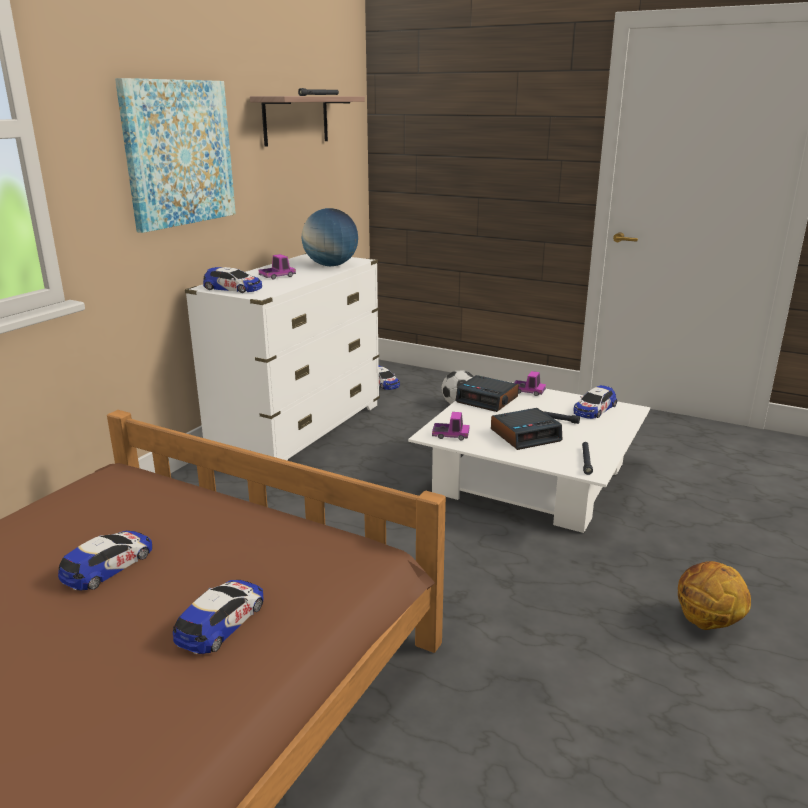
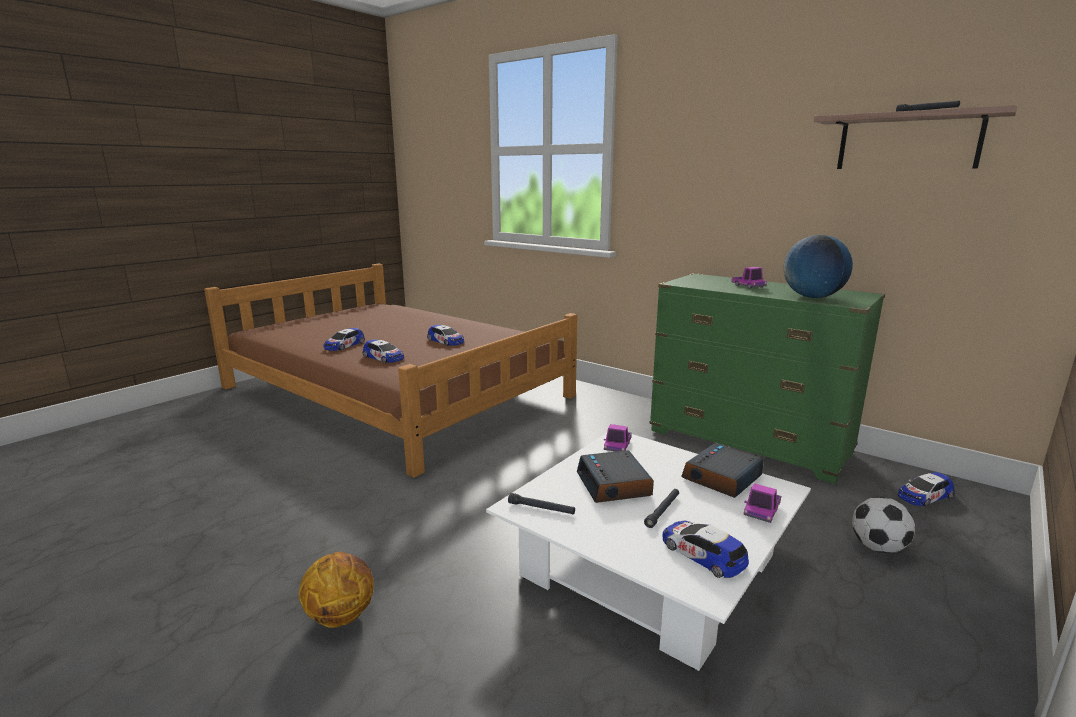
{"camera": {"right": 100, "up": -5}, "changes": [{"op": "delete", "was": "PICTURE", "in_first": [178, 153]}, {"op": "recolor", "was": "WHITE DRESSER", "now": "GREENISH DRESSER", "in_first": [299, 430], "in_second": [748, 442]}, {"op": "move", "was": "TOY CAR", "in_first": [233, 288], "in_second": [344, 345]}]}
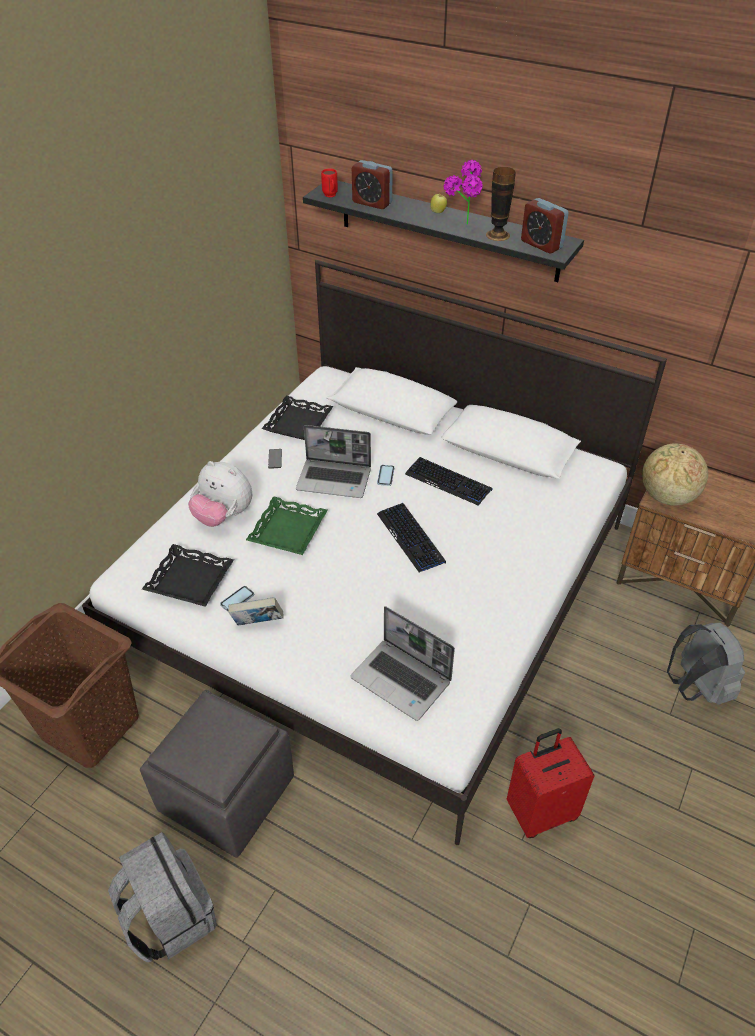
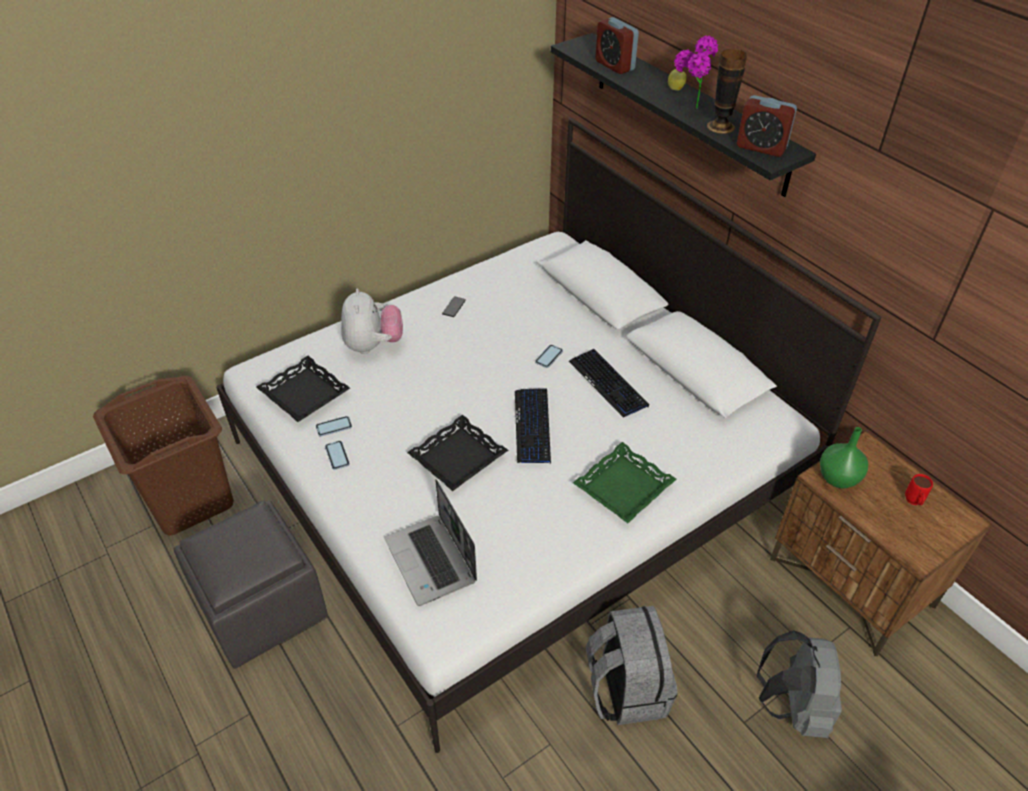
{"camera": {"right": 25, "up": 0}, "changes": [{"op": "move", "was": "REDDISH MUG", "in_first": [331, 196], "in_second": [913, 503]}, {"op": "rotate", "was": "TABLE CLOCK", "in_first": [541, 244], "in_second": [761, 147], "clockwise": -45}, {"op": "move", "was": "BLACK CARRYING TRAY", "in_first": [299, 423], "in_second": [458, 458]}, {"op": "delete", "was": "PORTABLE COMPUTER", "in_first": [335, 479]}, {"op": "replace", "was": "GLOBE", "now": "GREENISH DECORATIVE VASE", "in_first": [666, 496], "in_second": [836, 478]}, {"op": "rotate", "was": "CUDDLY TOY", "in_first": [224, 515], "in_second": [373, 345], "clockwise": -150}, {"op": "move", "was": "GREENISH CARRYING TRAY", "in_first": [287, 530], "in_second": [623, 486]}, {"op": "replace", "was": "BOOK", "now": "TELEPHONE", "in_first": [258, 624], "in_second": [337, 456]}, {"op": "delete", "was": "REDDISH SUITCASE", "in_first": [541, 811]}, {"op": "move", "was": "GREYISH KNAPSACK", "in_first": [170, 916], "in_second": [626, 688]}]}
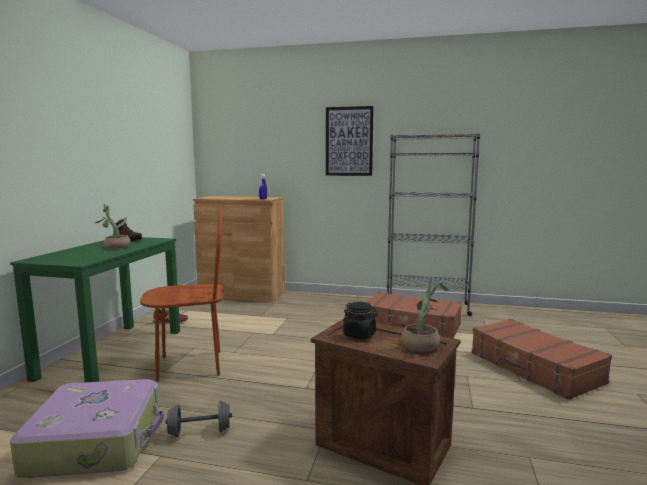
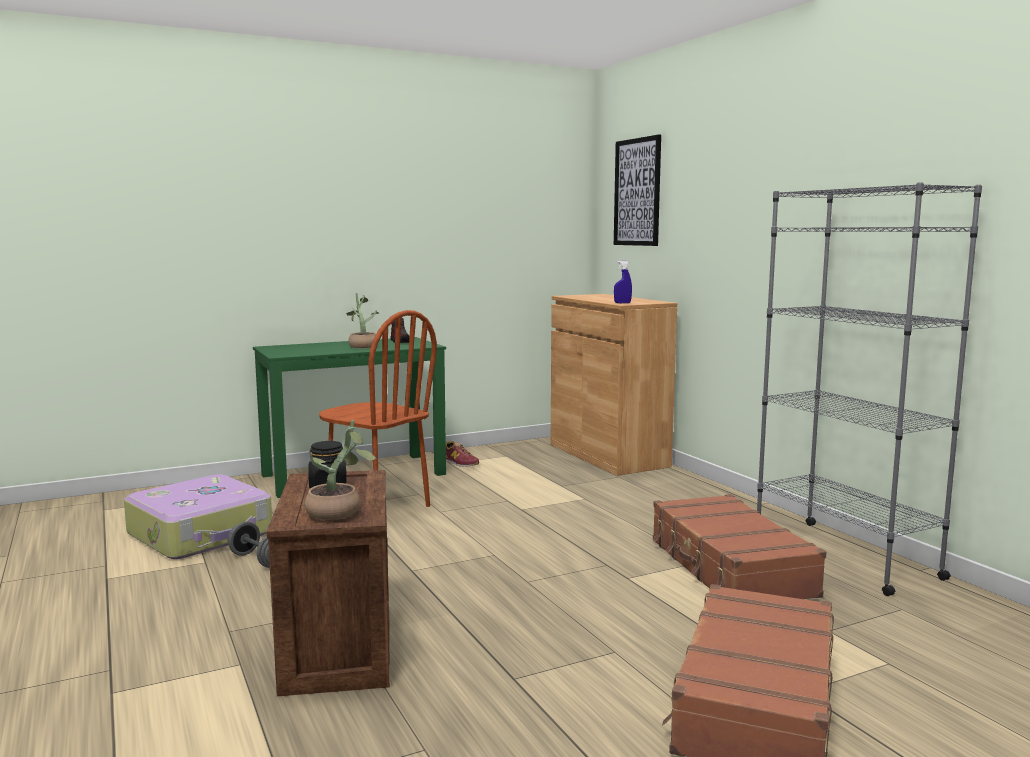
{"camera": {"right": 50, "up": 0}, "changes": [{"op": "move", "was": "PICTURE", "in_first": [349, 141], "in_second": [637, 192]}]}
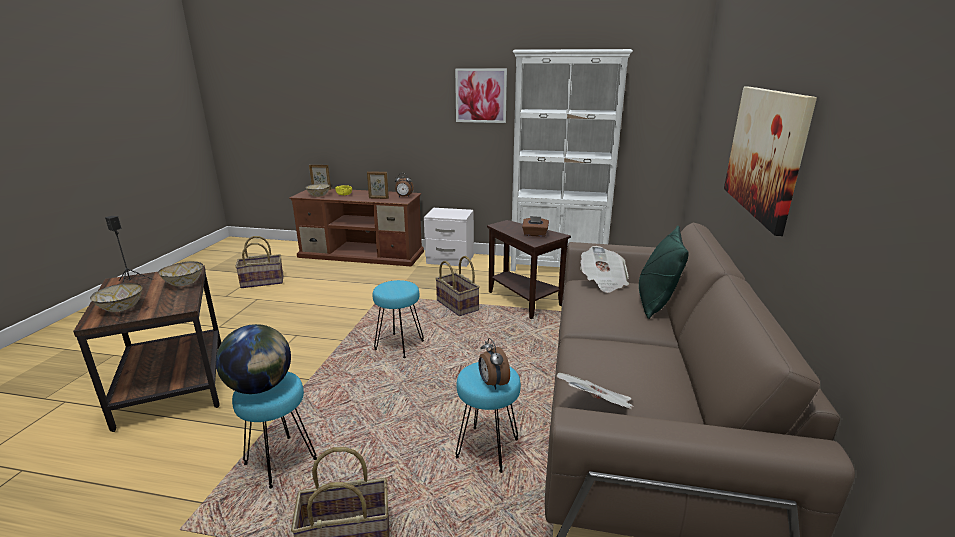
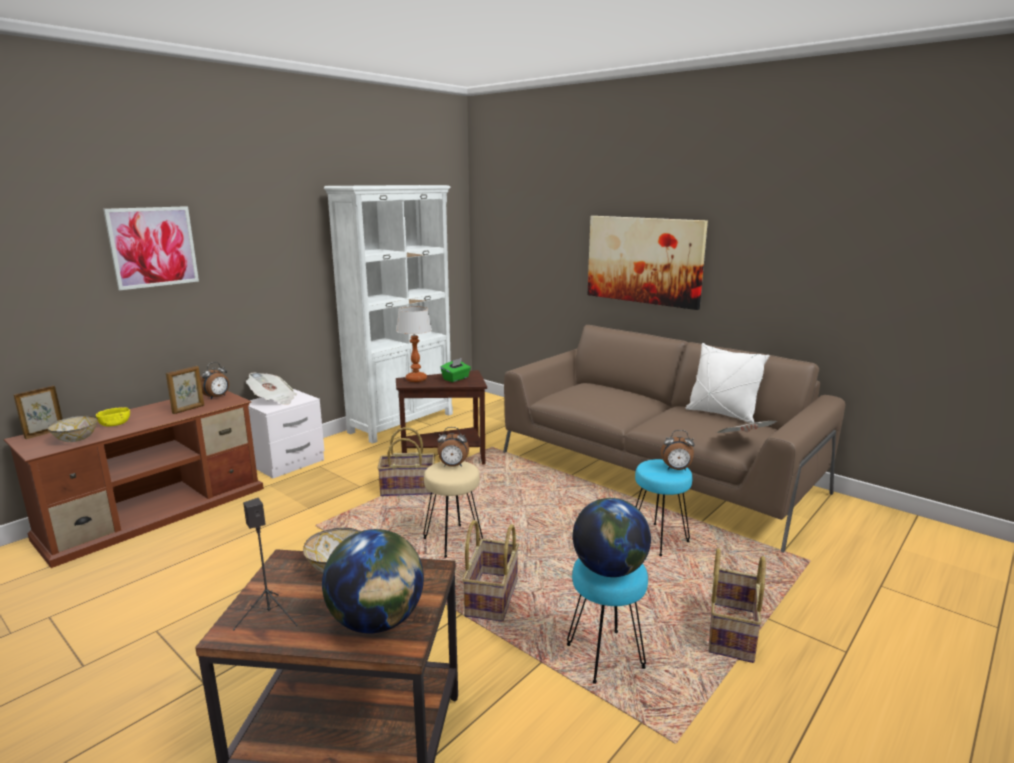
{"camera": {"right": -60, "up": -5}, "changes": [{"op": "move", "was": "PICTURE", "in_first": [481, 95], "in_second": [153, 247]}, {"op": "recolor", "was": "BROWN-COLOURED BOX OF TISSUES", "now": "GREENISH BOX OF TISSUES", "in_first": [535, 234], "in_second": [456, 379]}, {"op": "delete", "was": "GREENISH PILLOW", "in_first": [655, 303]}, {"op": "move", "was": "STORAGE BASKET", "in_first": [262, 281], "in_second": [491, 597]}, {"op": "move", "was": "DAILY PAPER", "in_first": [603, 282], "in_second": [273, 400]}, {"op": "recolor", "was": "TURQUOISE-COLOURED STOOL", "now": "BEIGE-COLOURED STOOL", "in_first": [399, 346], "in_second": [454, 541]}, {"op": "replace", "was": "SERVING BOWL", "now": "GLOBE", "in_first": [121, 308], "in_second": [377, 621]}, {"op": "insert", "now": "TABLE LAMP", "in_second": [416, 379]}, {"op": "insert", "now": "WHITE PILLOW", "in_second": [721, 414]}, {"op": "insert", "now": "TABLE CLOCK", "in_second": [453, 466]}]}
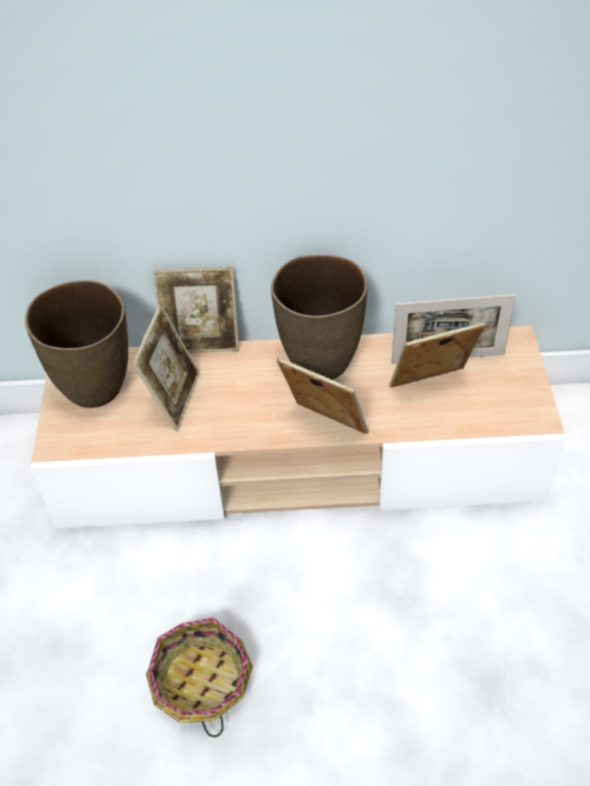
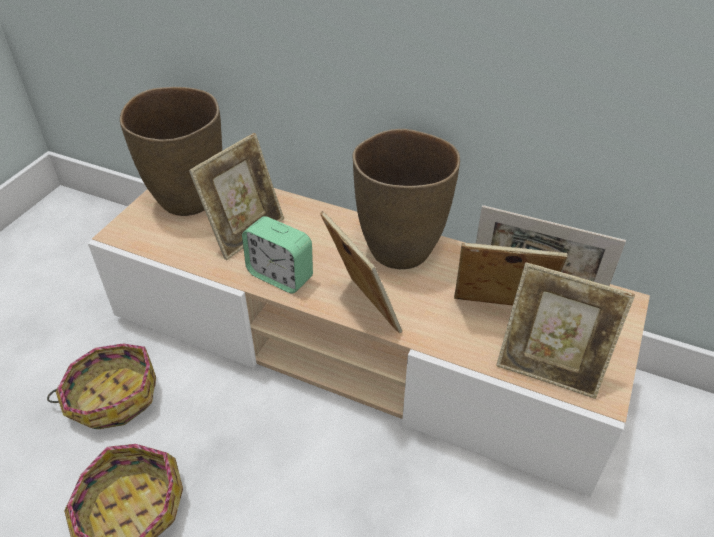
{"camera": {"right": 25, "up": -5}, "changes": [{"op": "move", "was": "PHOTO FRAME", "in_first": [202, 342], "in_second": [549, 368]}, {"op": "insert", "now": "TABLE CLOCK", "in_second": [280, 276]}, {"op": "insert", "now": "STORAGE BASKET", "in_second": [112, 396]}]}
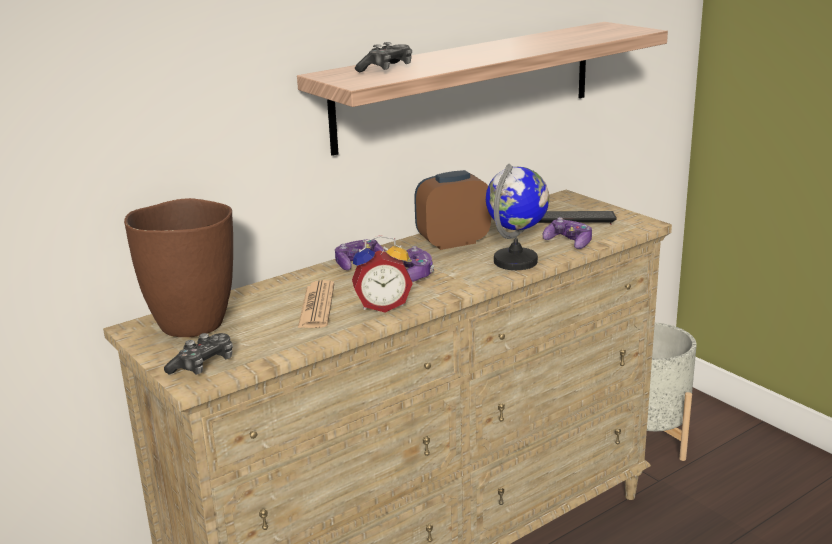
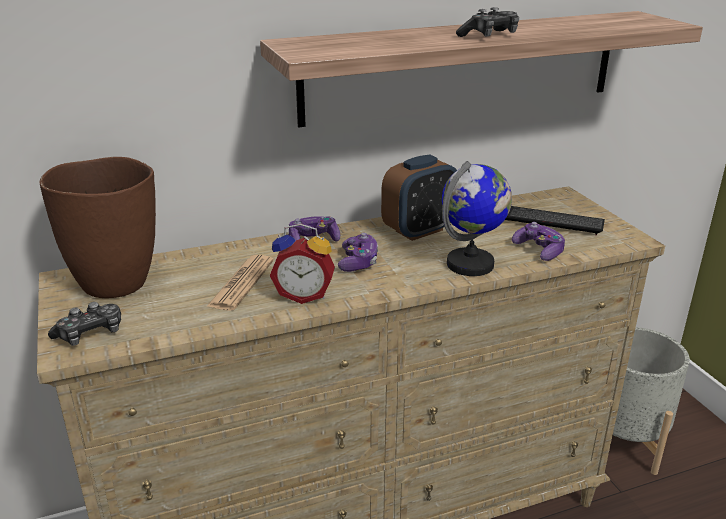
{"camera": {"right": 15, "up": 5}, "changes": [{"op": "move", "was": "GAMEPAD", "in_first": [386, 69], "in_second": [489, 36]}, {"op": "rotate", "was": "TABLE CLOCK", "in_first": [453, 242], "in_second": [419, 230], "clockwise": 150}]}
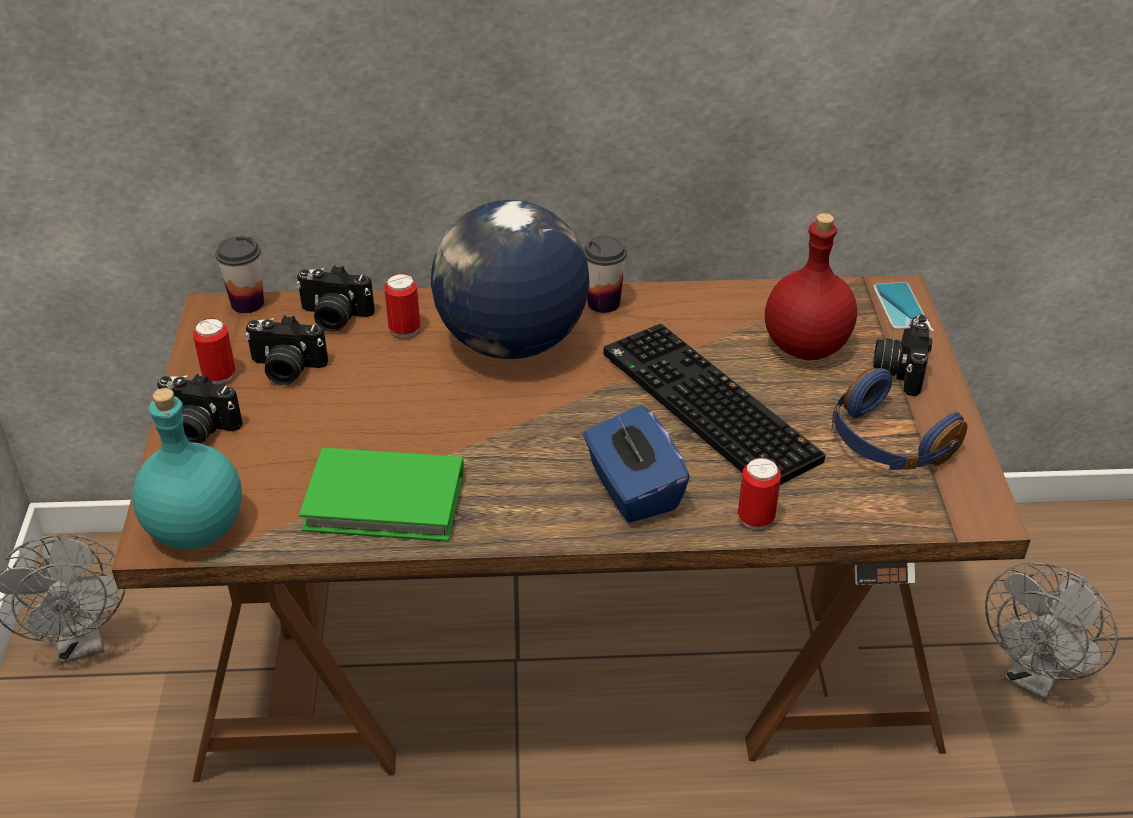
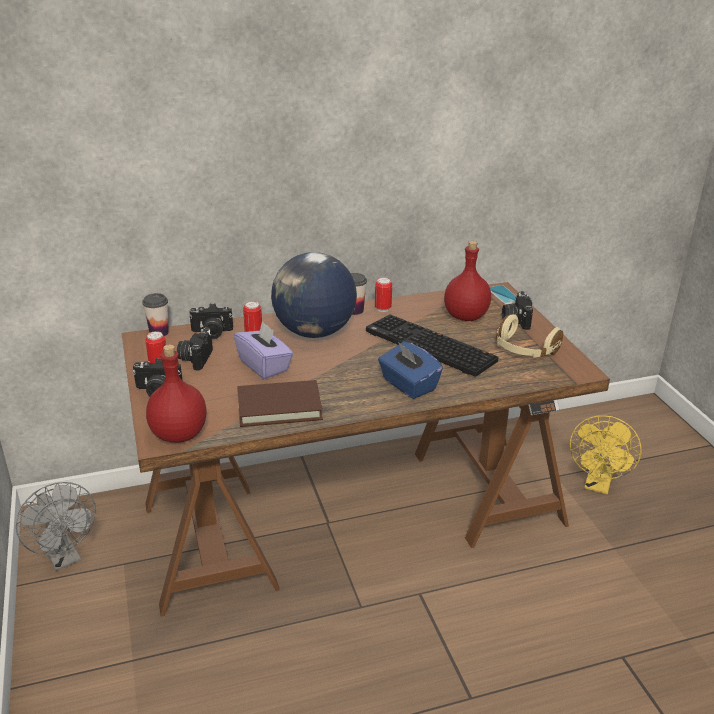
{"camera": {"right": -15, "up": -10}, "changes": [{"op": "rotate", "was": "PHOTO CAMERA", "in_first": [286, 369], "in_second": [195, 358], "clockwise": 105}, {"op": "recolor", "was": "BLUE HEADSET", "now": "BEIGE-COLOURED HEADSET", "in_first": [887, 443], "in_second": [524, 350]}, {"op": "recolor", "was": "TURQUOISE-COLOURED DRINK BOTTLE", "now": "REDDISH DRINK BOTTLE", "in_first": [197, 530], "in_second": [180, 435]}, {"op": "recolor", "was": "GREENISH BOOK", "now": "BROWN-COLOURED BOOK", "in_first": [385, 500], "in_second": [279, 407]}, {"op": "move", "was": "CAN", "in_first": [755, 519], "in_second": [383, 308]}, {"op": "recolor", "was": "GREYISH ELECTRIC FAN", "now": "YELLOWISH ELECTRIC FAN", "in_first": [1034, 677], "in_second": [598, 485]}, {"op": "insert", "now": "PURPLE-COLOURED BOX OF TISSUES", "in_second": [264, 366]}]}
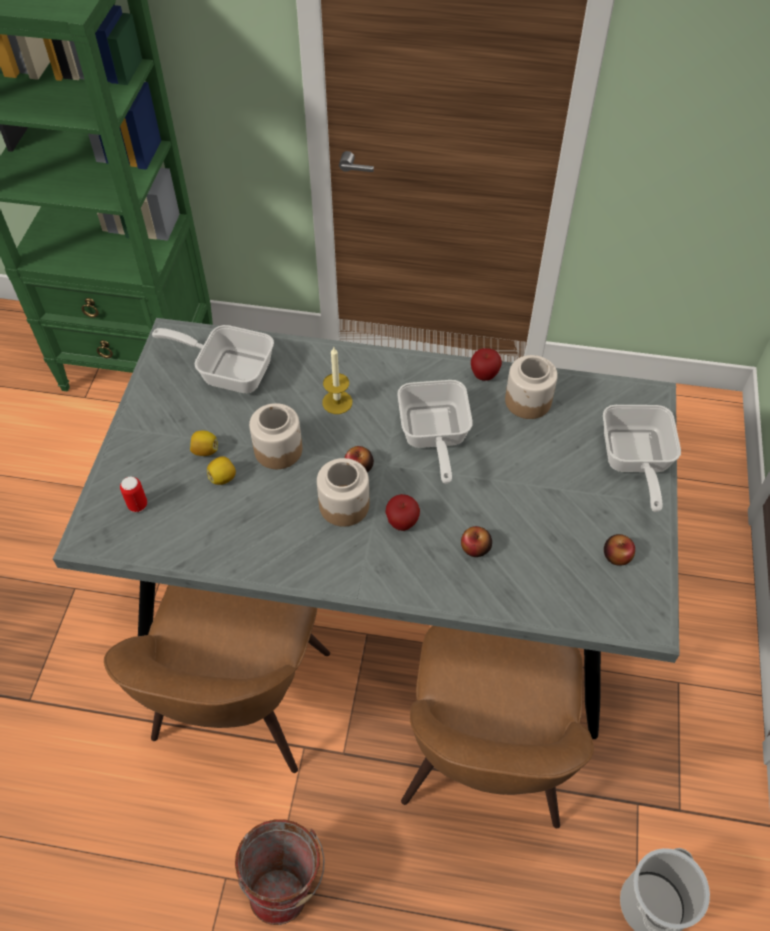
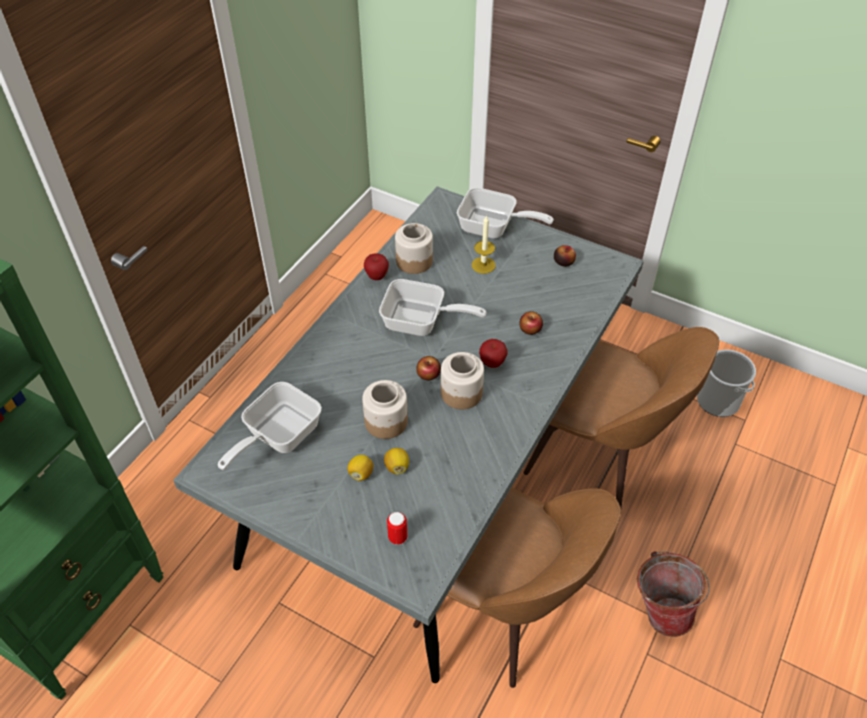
{"camera": {"right": -70, "up": -5}, "changes": [{"op": "move", "was": "WAX CANDLE", "in_first": [337, 402], "in_second": [483, 265]}]}
